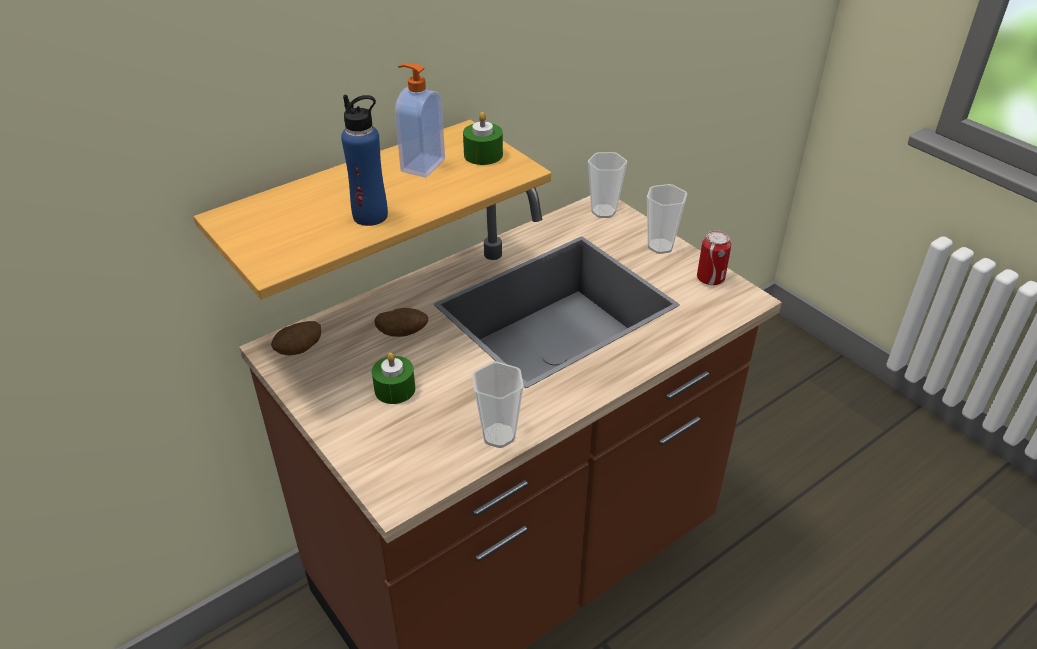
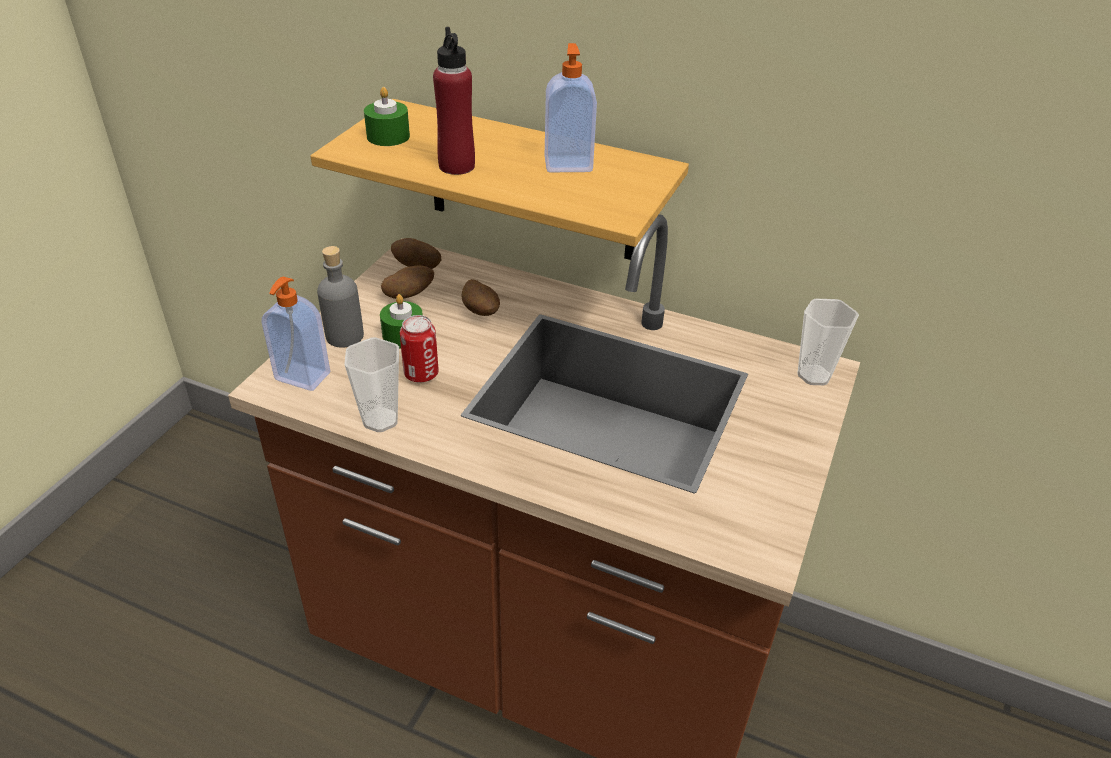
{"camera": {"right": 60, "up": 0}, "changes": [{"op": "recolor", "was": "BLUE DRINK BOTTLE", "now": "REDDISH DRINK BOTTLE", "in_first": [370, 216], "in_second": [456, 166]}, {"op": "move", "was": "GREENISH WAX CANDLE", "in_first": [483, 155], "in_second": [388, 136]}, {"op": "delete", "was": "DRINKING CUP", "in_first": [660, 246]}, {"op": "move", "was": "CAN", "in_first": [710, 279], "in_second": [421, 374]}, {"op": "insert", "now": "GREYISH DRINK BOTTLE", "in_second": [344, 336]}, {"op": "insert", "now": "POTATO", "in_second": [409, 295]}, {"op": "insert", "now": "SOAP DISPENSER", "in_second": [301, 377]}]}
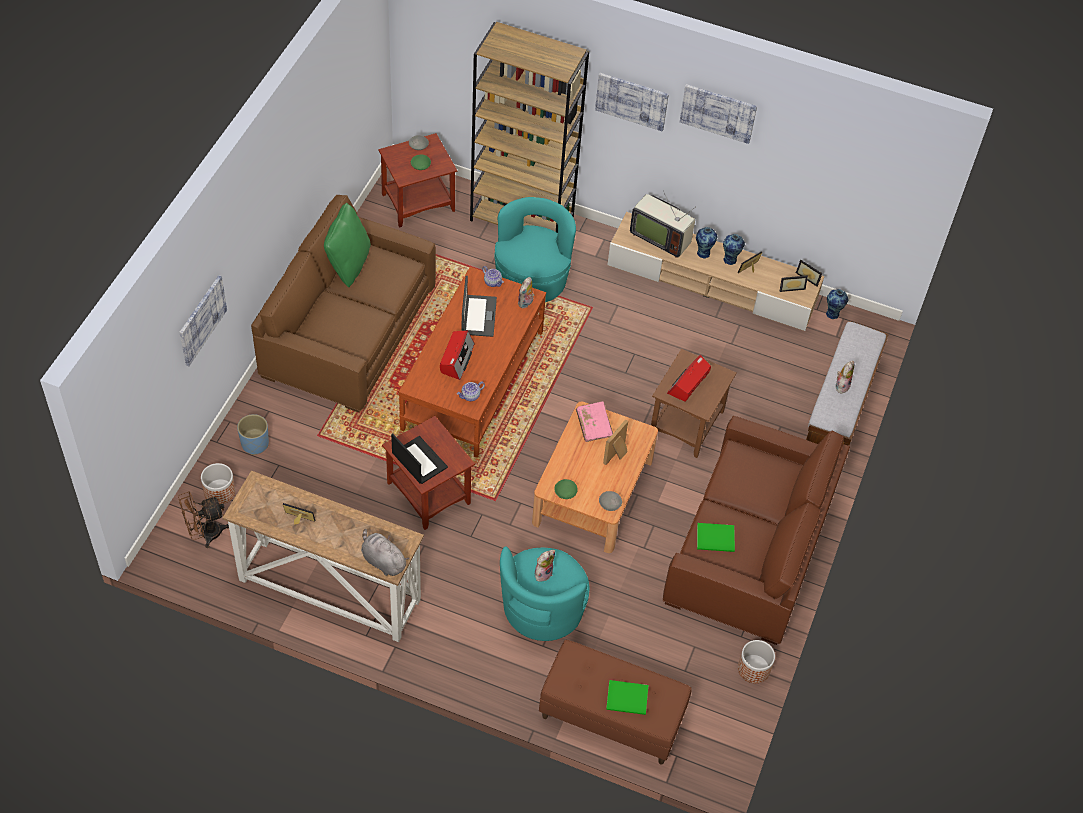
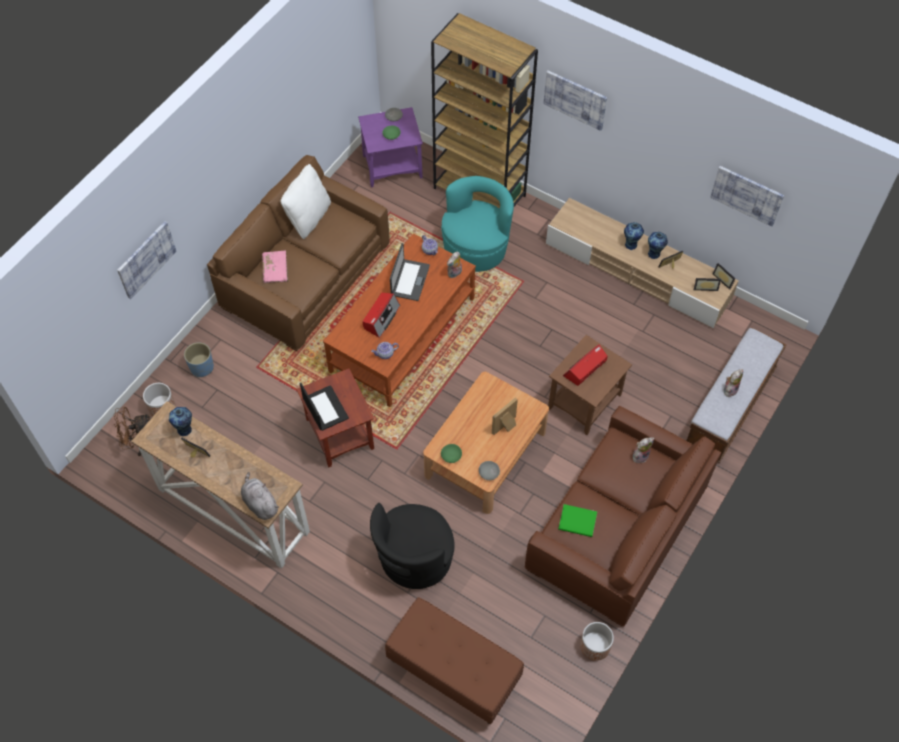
{"camera": {"right": 15, "up": 5}, "changes": [{"op": "move", "was": "PICTURE", "in_first": [718, 113], "in_second": [747, 195]}, {"op": "recolor", "was": "BROWN-COLOURED SIDE TABLE", "now": "PURPLE-COLOURED SIDE TABLE", "in_first": [418, 202], "in_second": [392, 166]}, {"op": "delete", "was": "TELEVISION", "in_first": [660, 237]}, {"op": "recolor", "was": "GREENISH PILLOW", "now": "WHITE PILLOW", "in_first": [348, 264], "in_second": [308, 218]}, {"op": "move", "was": "DECORATIVE VASE", "in_first": [833, 314], "in_second": [185, 430]}, {"op": "move", "was": "PINKISH BOOK", "in_first": [594, 425], "in_second": [275, 270]}, {"op": "recolor", "was": "TURQUOISE-COLOURED ARMCHAIR", "now": "BLACK ARMCHAIR", "in_first": [541, 610], "in_second": [414, 558]}, {"op": "move", "was": "CUDDLY TOY", "in_first": [543, 573], "in_second": [640, 455]}, {"op": "delete", "was": "GREENISH BOOK", "in_first": [628, 699]}]}
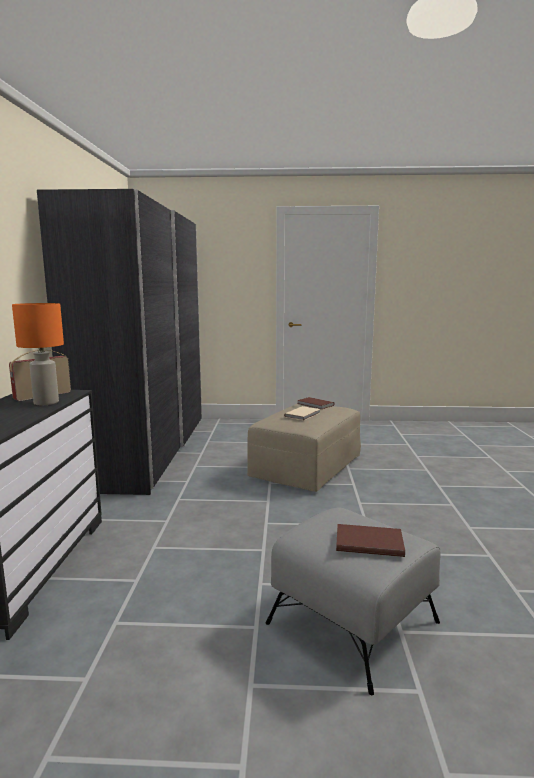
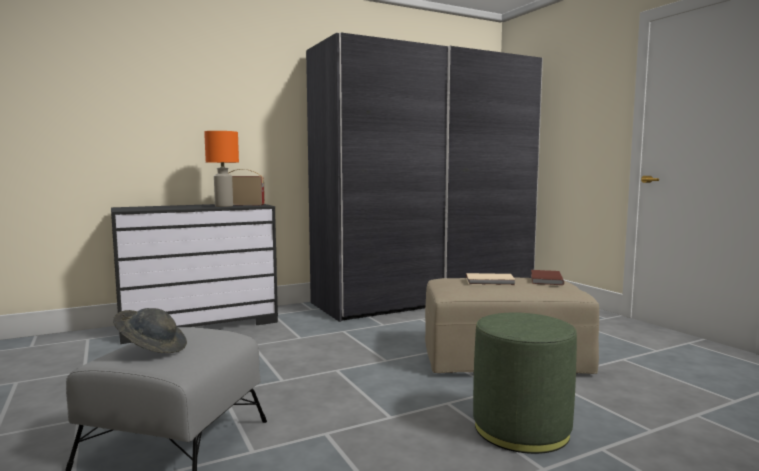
{"camera": {"right": 60, "up": -5}, "changes": [{"op": "replace", "was": "BROWN-COLOURED BOOK", "now": "GREYISH HAT", "in_first": [368, 542], "in_second": [152, 348]}, {"op": "insert", "now": "GREENISH POUFFE", "in_second": [521, 429]}]}
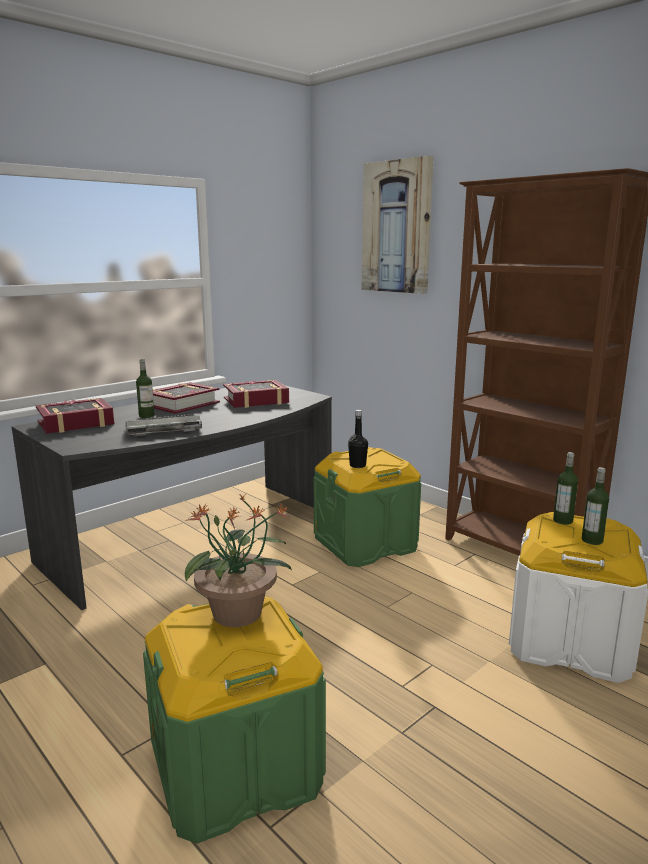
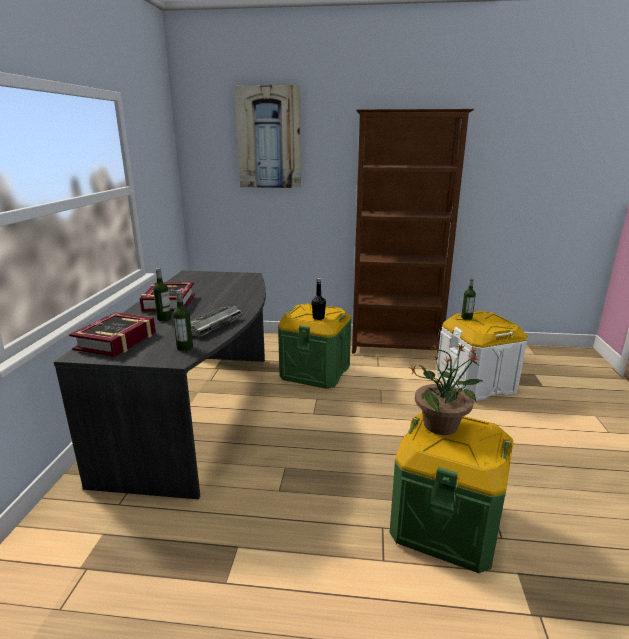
{"camera": {"right": -40, "up": 5}, "changes": [{"op": "delete", "was": "BOOK", "in_first": [256, 400]}, {"op": "move", "was": "DRINK BOTTLE", "in_first": [592, 540], "in_second": [185, 348]}]}
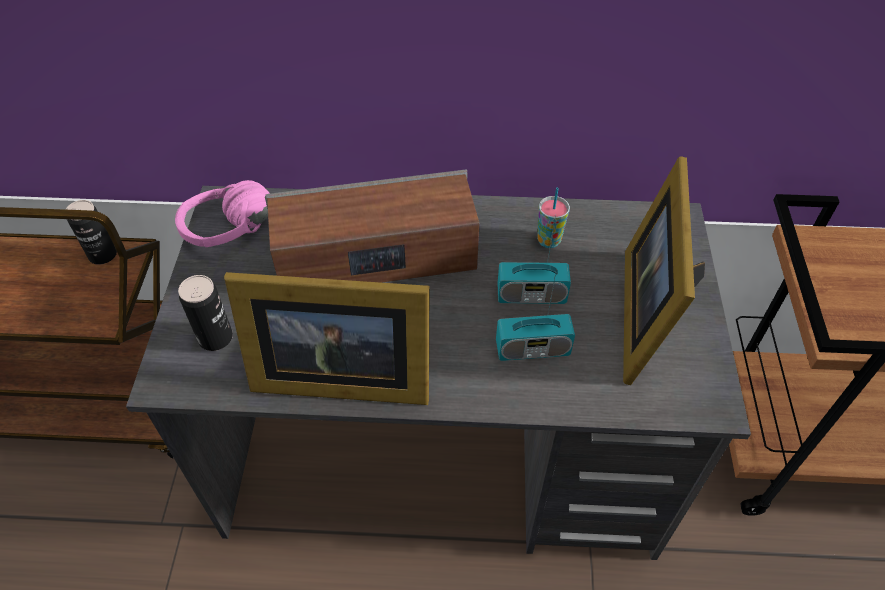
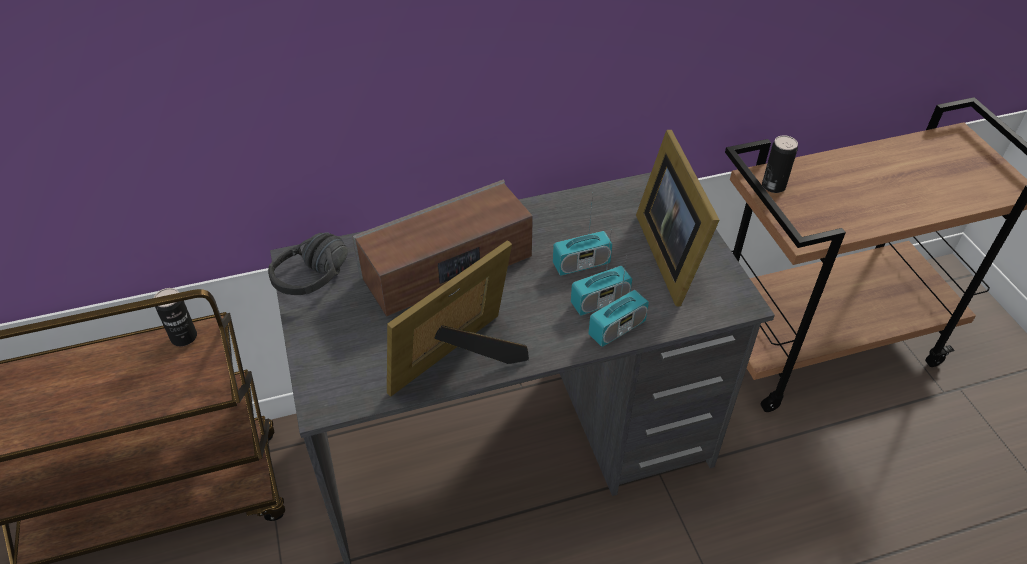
{"camera": {"right": -20, "up": -5}, "changes": [{"op": "recolor", "was": "PINKISH HEADSET", "now": "BLACK HEADSET", "in_first": [234, 236], "in_second": [321, 282]}, {"op": "delete", "was": "DRINKING CUP", "in_first": [548, 240]}, {"op": "rotate", "was": "PHOTO FRAME", "in_first": [337, 375], "in_second": [461, 361], "clockwise": 150}, {"op": "move", "was": "CAN", "in_first": [215, 338], "in_second": [773, 186]}, {"op": "insert", "now": "RADIO RECEIVER", "in_second": [617, 329]}]}
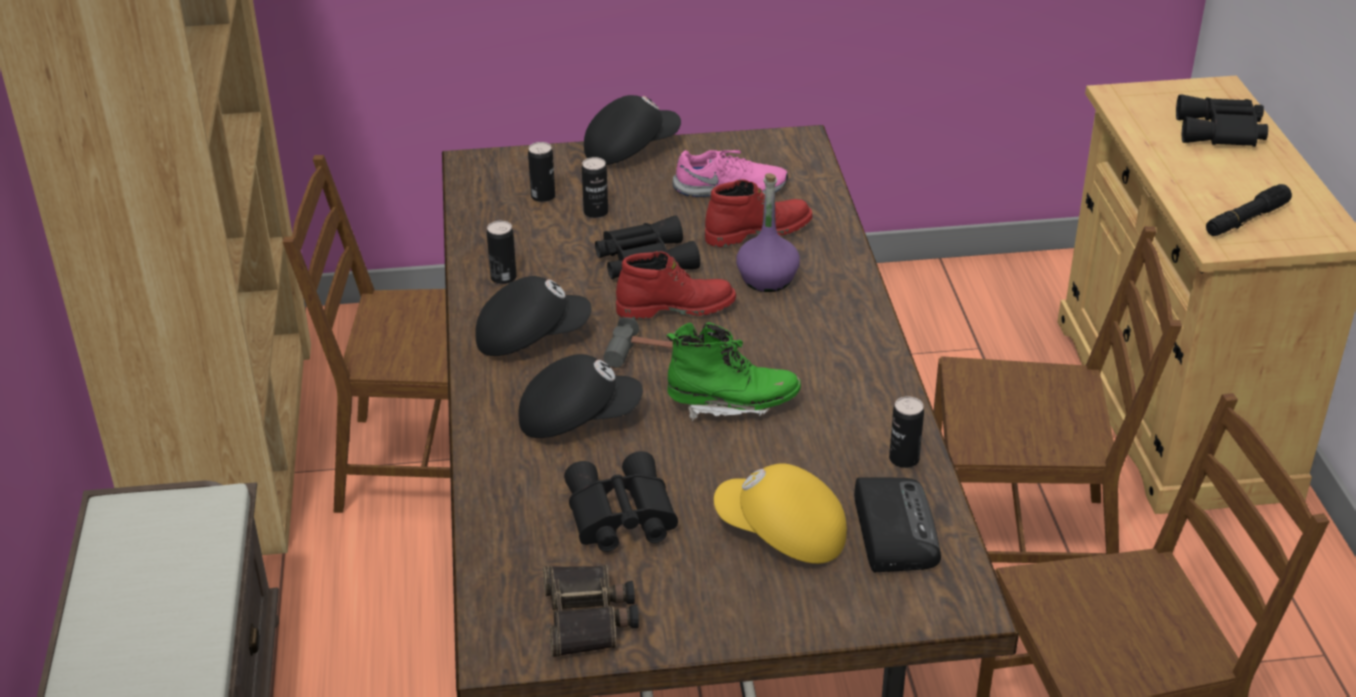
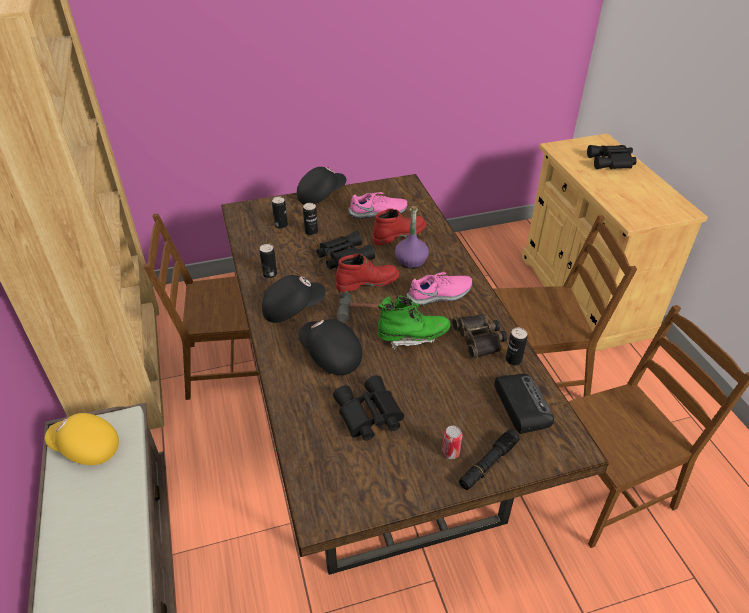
{"camera": {"right": -10, "up": 5}, "changes": [{"op": "move", "was": "BLACK FLASHLIGHT", "in_first": [1246, 220], "in_second": [488, 464]}, {"op": "rotate", "was": "BLACK BASEBALL CAP", "in_first": [577, 418], "in_second": [330, 355], "clockwise": -120}, {"op": "move", "was": "YELLOWISH BASEBALL CAP", "in_first": [781, 534], "in_second": [85, 448]}, {"op": "move", "was": "BINOCULARS", "in_first": [589, 617], "in_second": [480, 339]}, {"op": "insert", "now": "PINKISH LOW SHOE", "in_second": [440, 295]}, {"op": "insert", "now": "CAN", "in_second": [450, 453]}]}
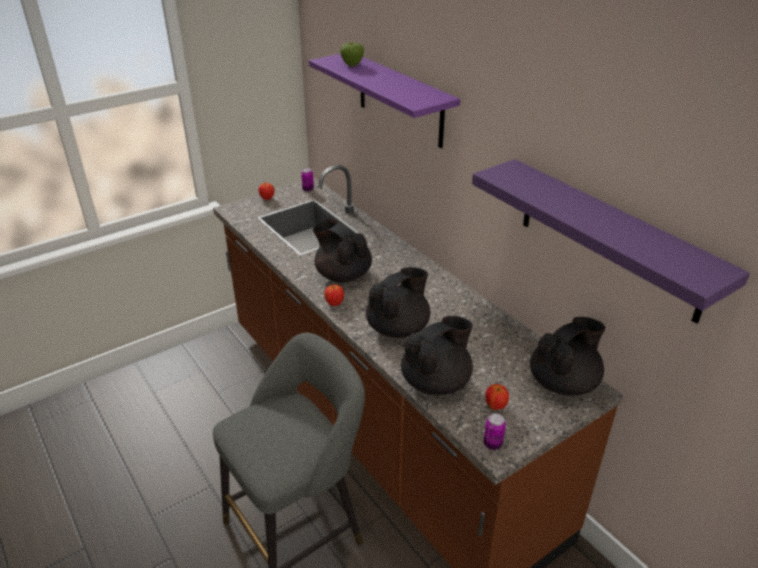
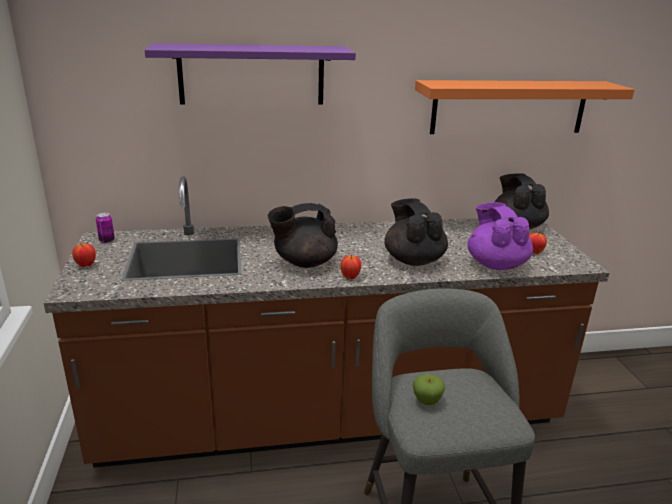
{"camera": {"right": -65, "up": -10}, "changes": [{"op": "move", "was": "APPLE FRUIT", "in_first": [352, 64], "in_second": [426, 401]}, {"op": "recolor", "was": "PURPLE-COLOURED BRACKET SHELF", "now": "ORANGE BRACKET SHELF", "in_first": [608, 238], "in_second": [509, 107]}, {"op": "recolor", "was": "BLACK POT FOR TEA", "now": "PURPLE-COLOURED POT FOR TEA", "in_first": [436, 382], "in_second": [496, 264]}, {"op": "delete", "was": "CAN", "in_first": [492, 444]}]}
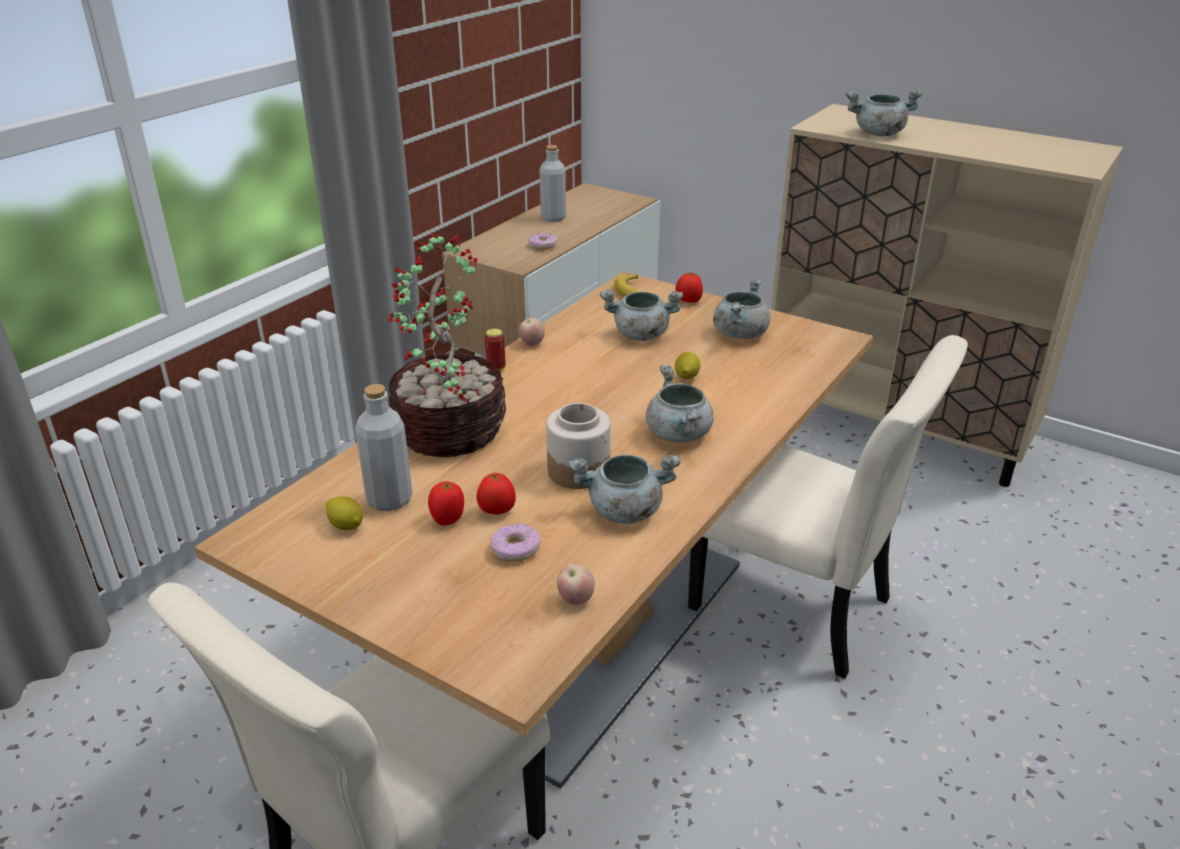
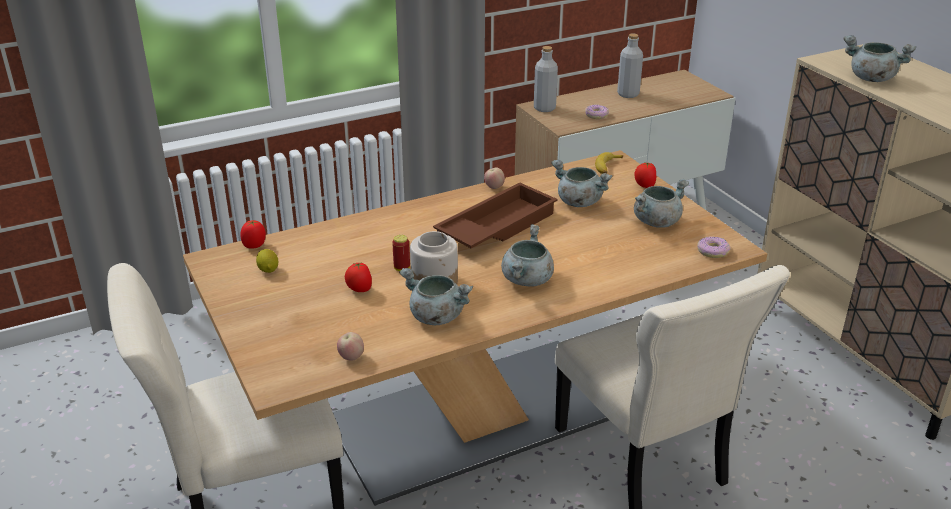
{"camera": {"right": 30, "up": 0}, "changes": [{"op": "delete", "was": "PLANT IN A POT", "in_first": [450, 429]}, {"op": "move", "was": "CAN", "in_first": [496, 369], "in_second": [402, 268]}, {"op": "delete", "was": "CITRUS FRUIT", "in_first": [686, 377]}, {"op": "move", "was": "GREYISH DRINK BOTTLE", "in_first": [389, 499], "in_second": [544, 108]}, {"op": "move", "was": "TOMATO", "in_first": [448, 519], "in_second": [254, 245]}, {"op": "move", "was": "RING DOUGHNUT", "in_first": [515, 549], "in_second": [712, 251]}, {"op": "insert", "now": "BROWN-COLOURED CARRYING TRAY", "in_second": [496, 226]}]}
